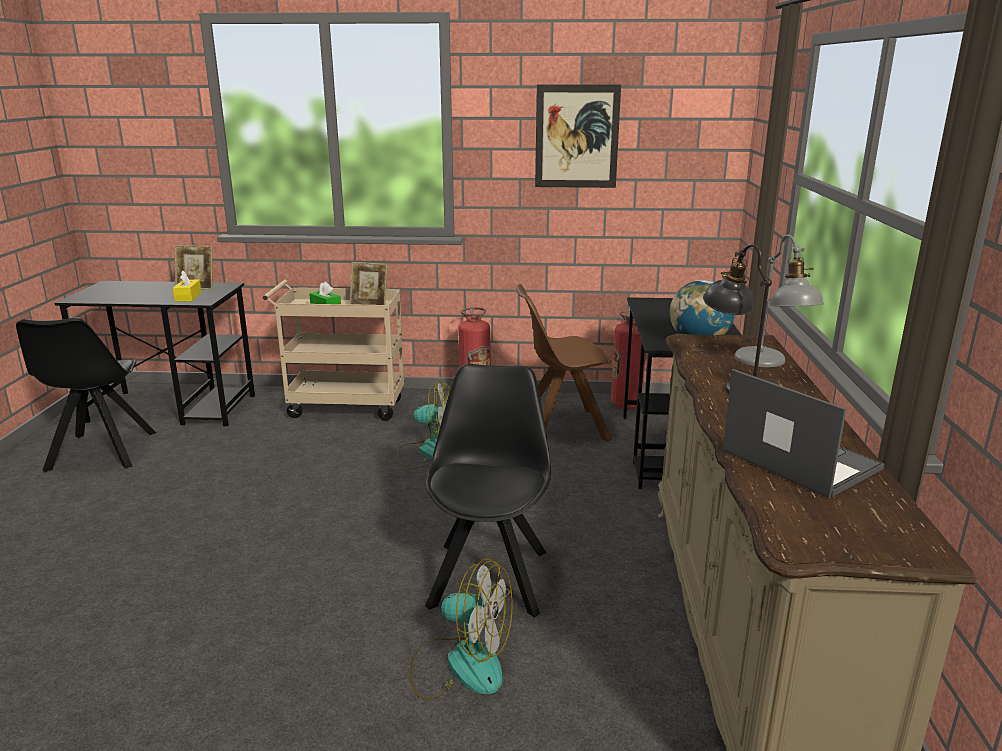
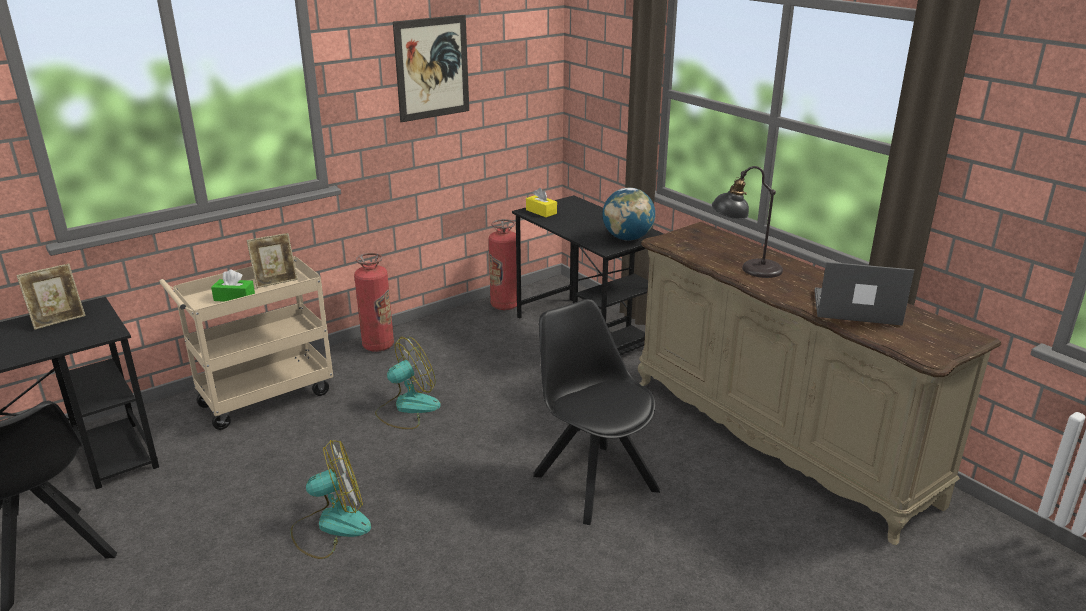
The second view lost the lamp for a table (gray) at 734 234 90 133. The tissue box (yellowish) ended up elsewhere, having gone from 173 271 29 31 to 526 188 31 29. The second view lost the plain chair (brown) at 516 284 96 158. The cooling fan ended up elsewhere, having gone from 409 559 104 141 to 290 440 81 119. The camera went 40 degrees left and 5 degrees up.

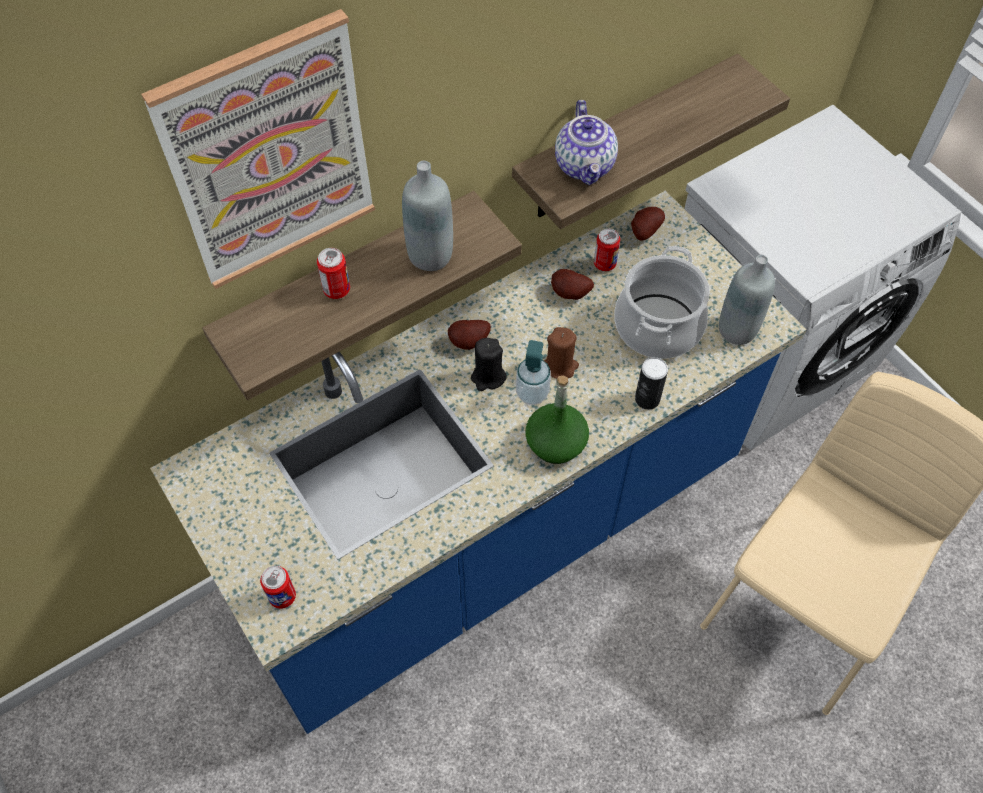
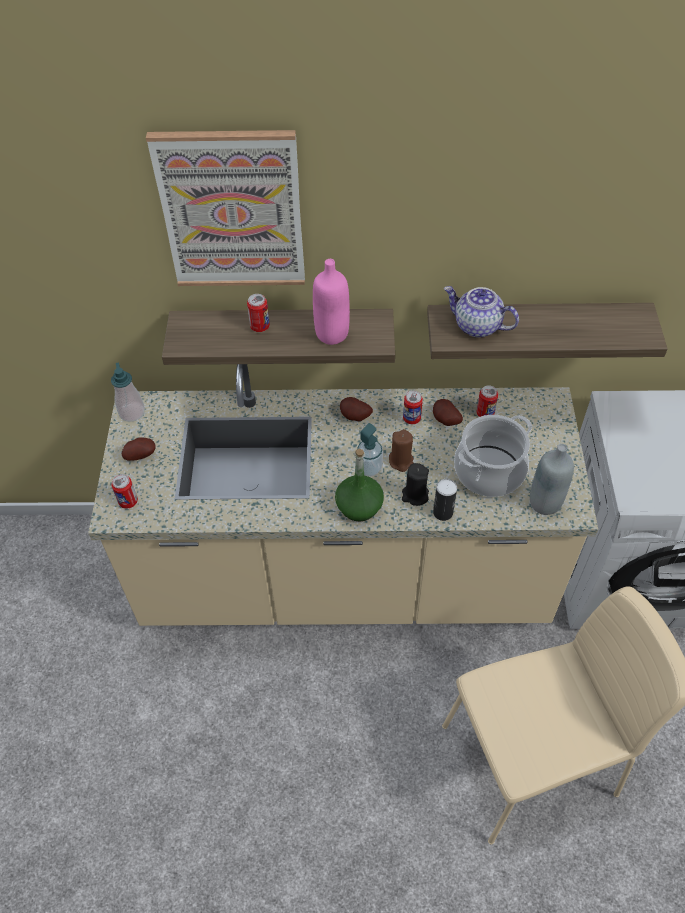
The tea pot at 555 100 63 85 ended up facing another way, 90 degrees clockwise from before. What was the bottle (gray) at 402 161 51 110 turned into the bottle (pinkish) at 313 259 37 86. What was the counter (bluish) at 150 190 657 544 turned into the counter (beige) at 88 364 510 262. The potato ended up elsewhere, having gone from 631 207 34 34 to 122 437 34 24. The wax candle (black-coloured) ended up elsewhere, having gone from 471 338 35 53 to 402 463 27 43. The second view gained the liquid soap bottle at 111 363 34 59. The second view gained the sealed can at 403 391 20 33. The camera went 35 degrees right and 5 degrees down.

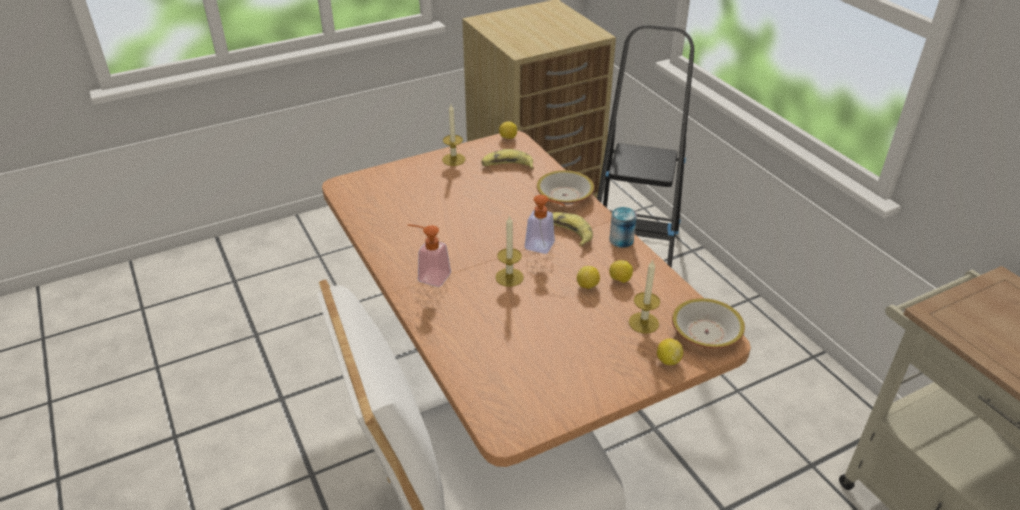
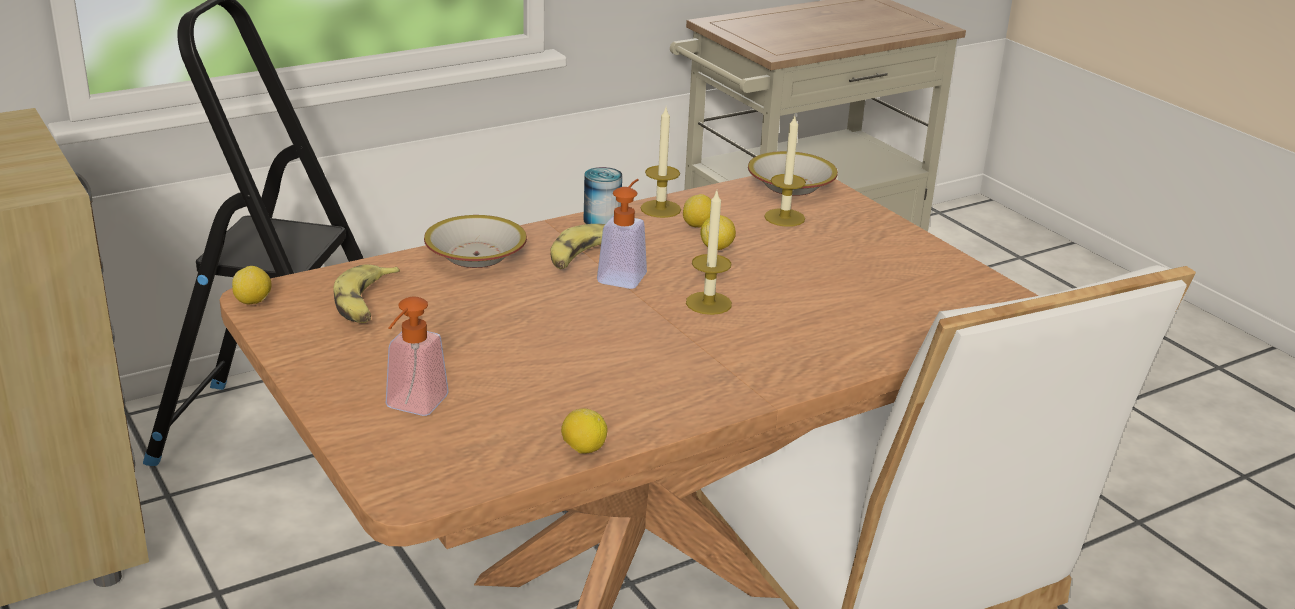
The wax candle ended up elsewhere, having gone from 442 104 23 62 to 641 108 40 110. The liquid soap bottle ended up elsewhere, having gone from 408 224 43 63 to 386 296 63 120. The lemon ended up elsewhere, having gone from 657 338 26 27 to 561 408 46 46. The camera went 95 degrees left and 10 degrees down.

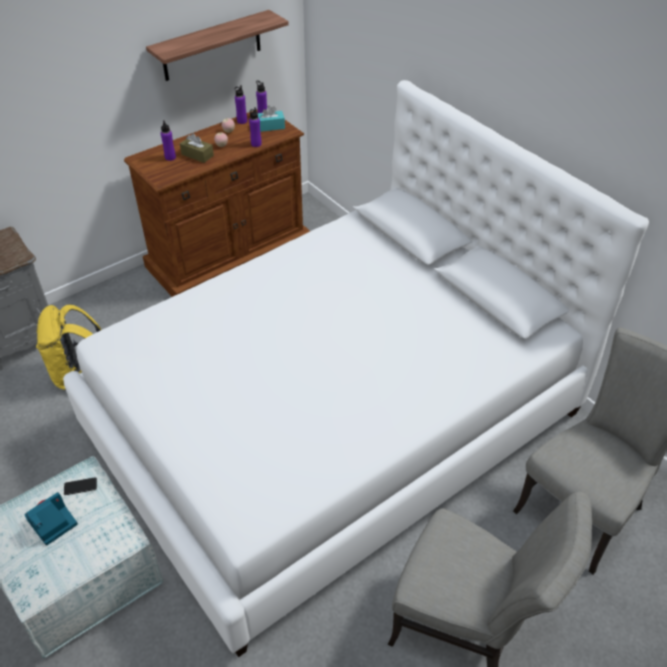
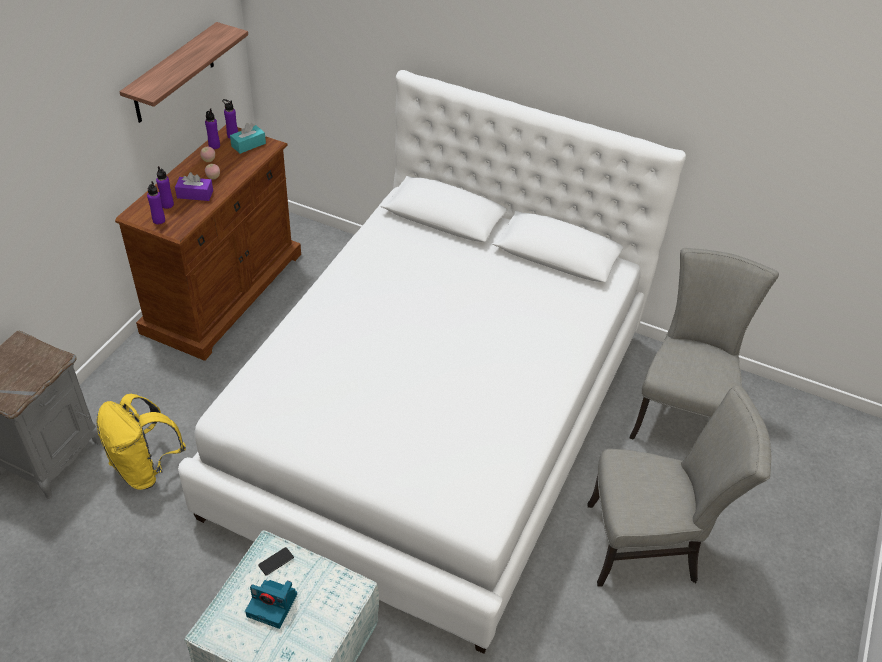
The bottle (purple) ended up elsewhere, having gone from 249 107 13 40 to 147 181 18 43. What was the tissue box (brown) at 180 133 34 30 turned into the tissue box (purple) at 175 172 38 29. The photo camera at 25 492 53 54 ended up facing another way, 90 degrees counterclockwise from before. The camera went 30 degrees left and 0 degrees up.

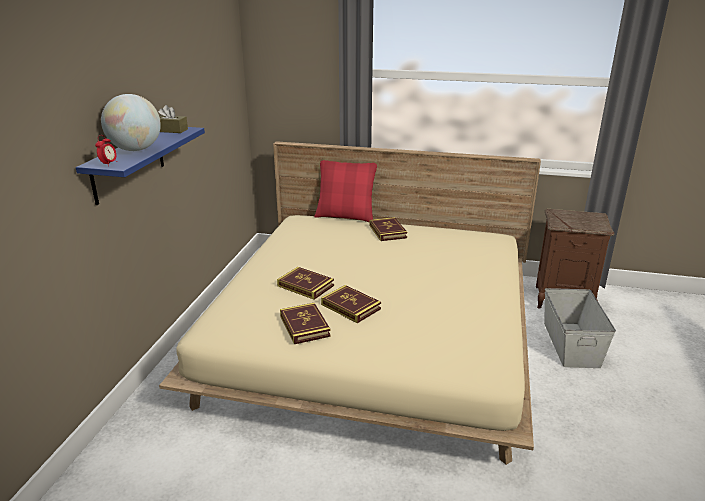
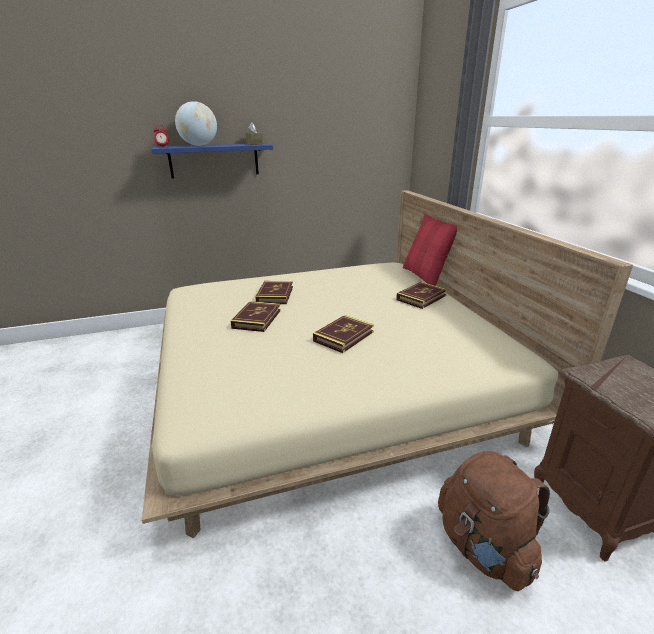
Where the storage bin (gray) stood at 544 288 72 80, the rucksack (brown) came to stand at 438 451 112 140. The book ended up elsewhere, having gone from 280 303 51 41 to 313 315 61 38. The camera went 60 degrees right and 0 degrees up.

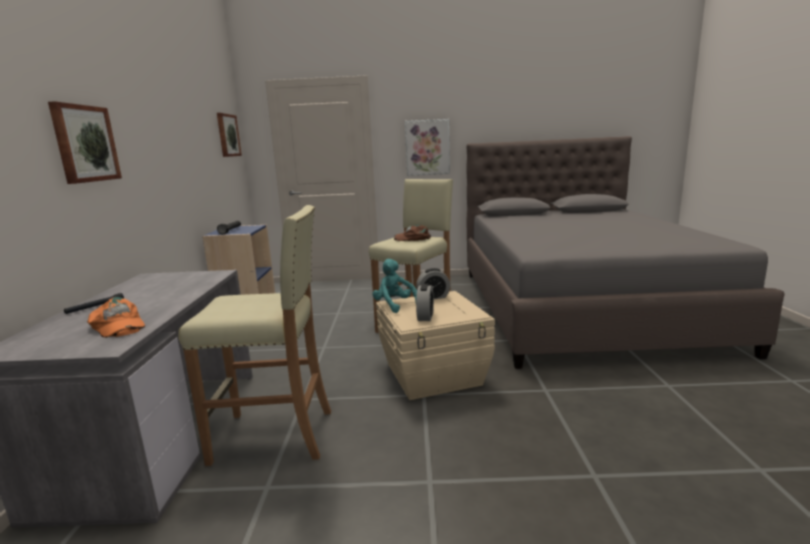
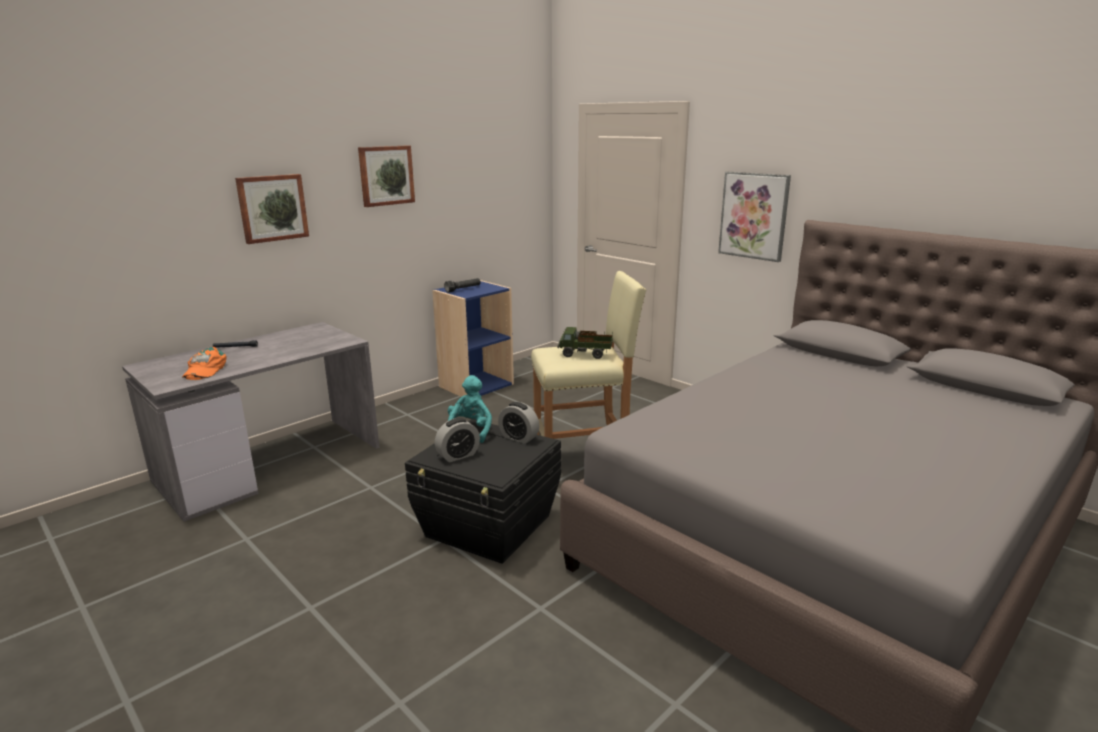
The picture ended up elsewhere, having gone from 217 113 25 44 to 358 145 57 62. The second view lost the stool (beige) at 178 205 153 261. Where the cap (brown) stood at 394 225 37 16, the toy lorry came to stand at 557 327 56 32. What was the storage bin (beige) at 376 291 119 109 turned into the storage bin (black-coloured) at 405 419 156 145. The camera went 45 degrees right and 5 degrees up.

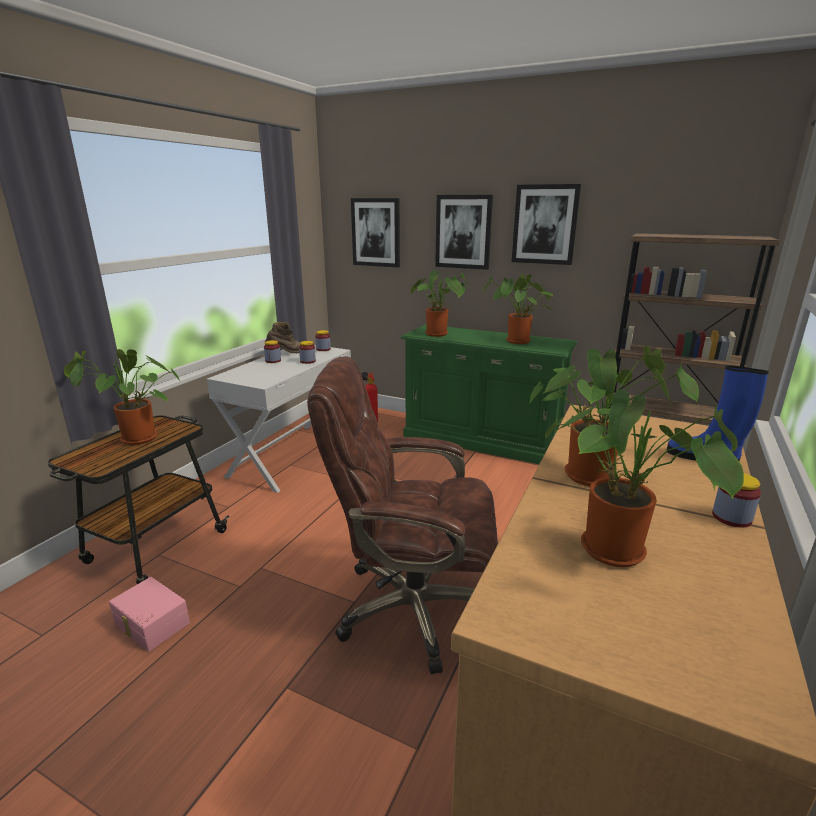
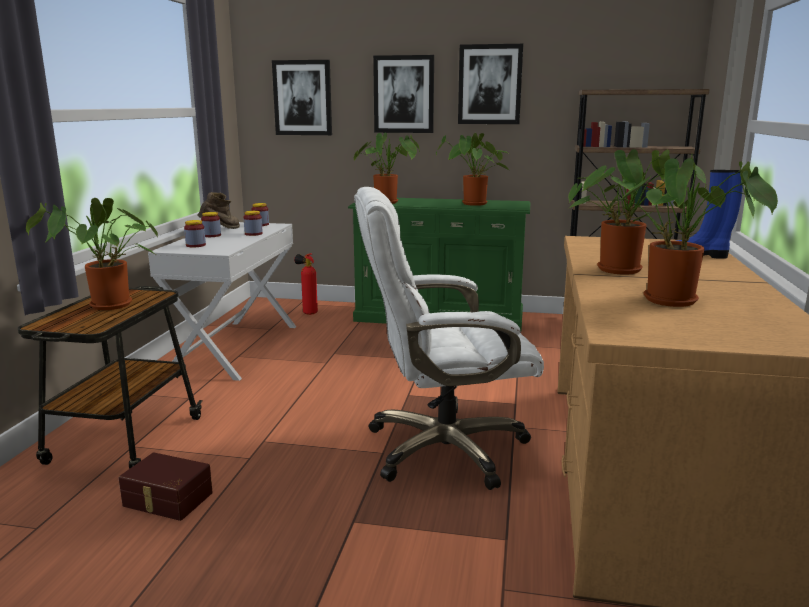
What was the desk chair (brown) at 307 356 191 318 turned into the desk chair (whitish) at 354 187 190 303. The jar ended up elsewhere, having gone from 712 473 49 55 to 184 220 22 27. What was the storage bin (pinkish) at 109 577 81 75 turned into the storage bin (brown) at 118 452 95 69. The camera went 15 degrees left and 5 degrees down.

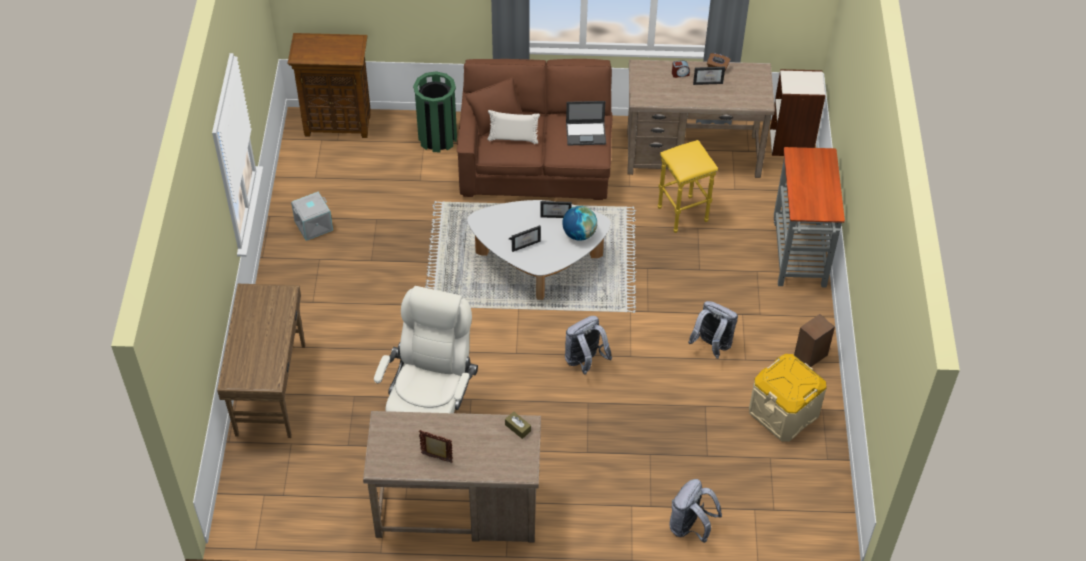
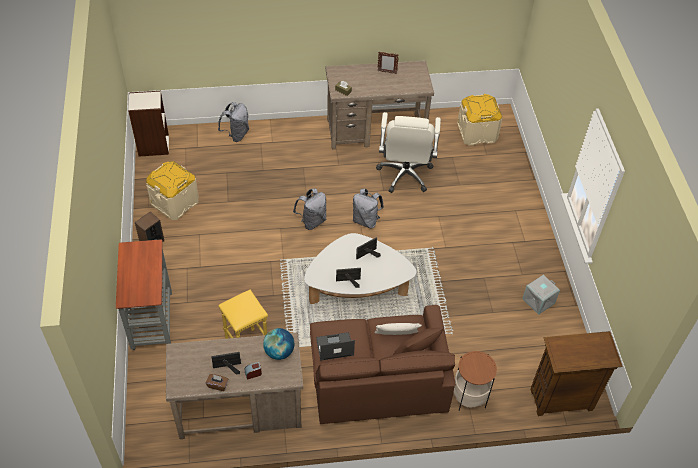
The bookshelf ended up elsewhere, having gone from 770 69 55 87 to 128 91 41 66. Where the rubbish bin (green) stood at 413 71 44 81, the end table came to stand at 453 351 44 60. The world globe ended up elsewhere, having gone from 562 206 35 35 to 263 328 31 32. The second view lost the hall table (brown) at 217 284 88 154. The rucksack (gray) ended up elsewhere, having gone from 688 301 50 58 to 353 189 31 40. The second view gained the storage bin (beige) at 457 94 45 52. The camera went 170 degrees right and 0 degrees up.

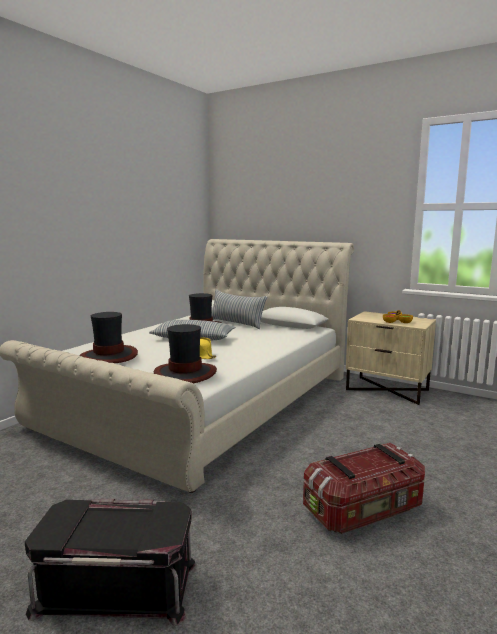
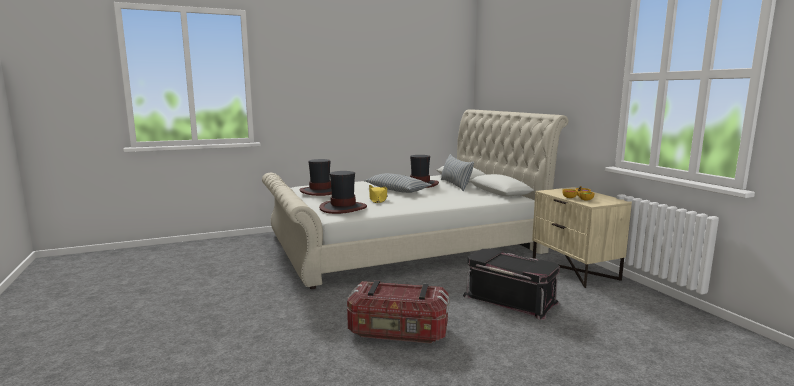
The storage bin (black-coloured) ended up elsewhere, having gone from 25 499 172 127 to 463 249 97 71. The camera went 35 degrees right and 0 degrees up.

